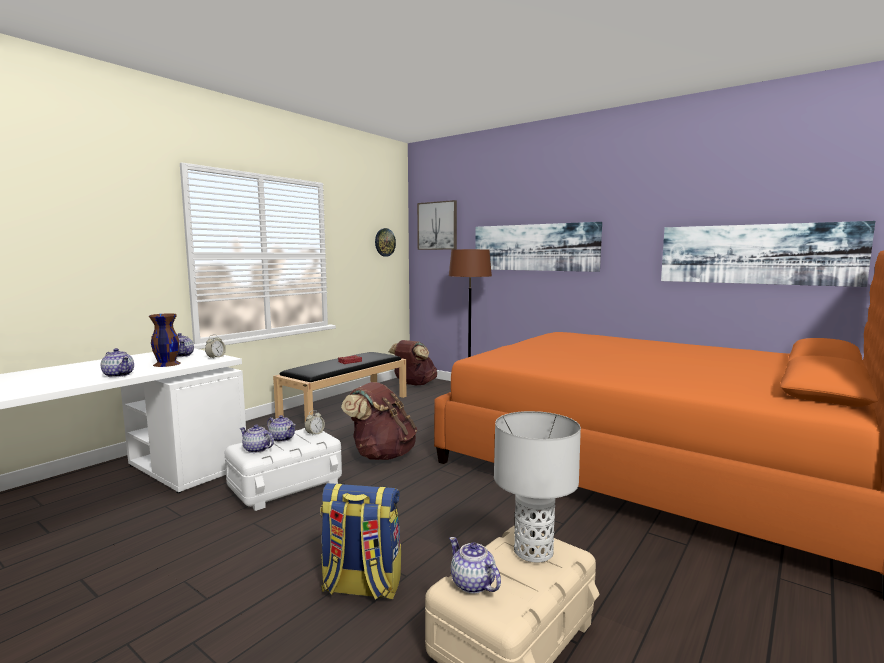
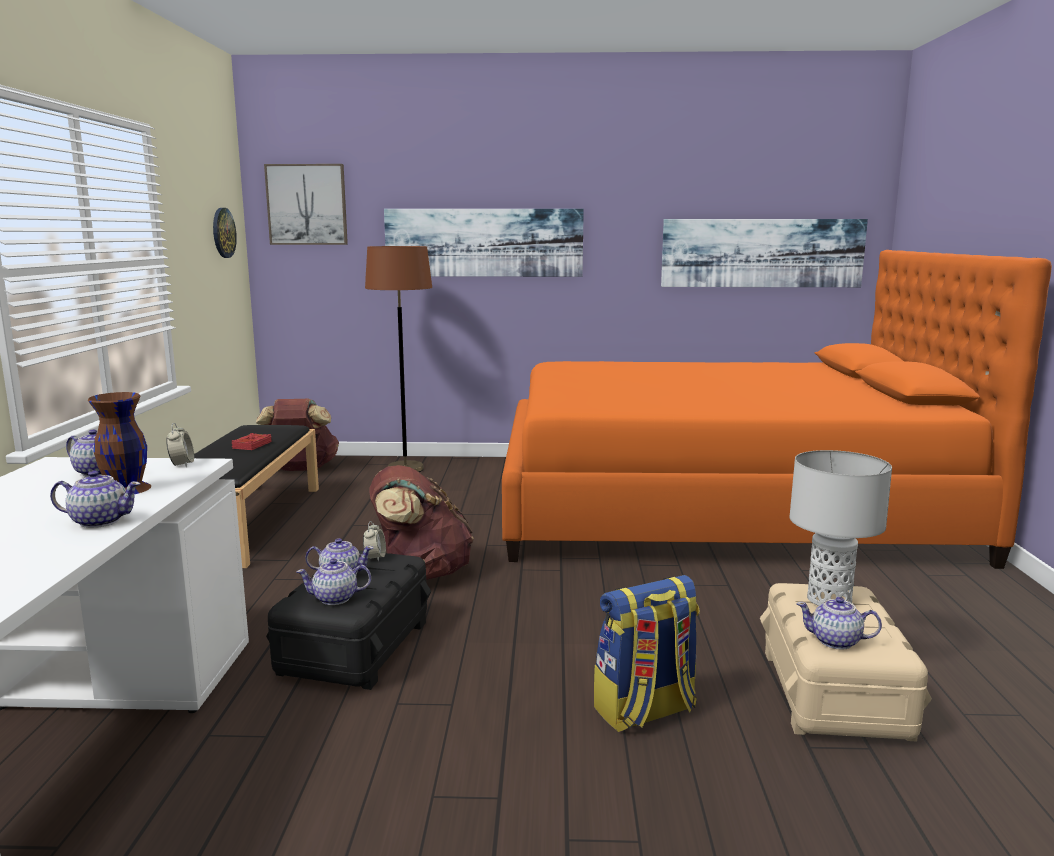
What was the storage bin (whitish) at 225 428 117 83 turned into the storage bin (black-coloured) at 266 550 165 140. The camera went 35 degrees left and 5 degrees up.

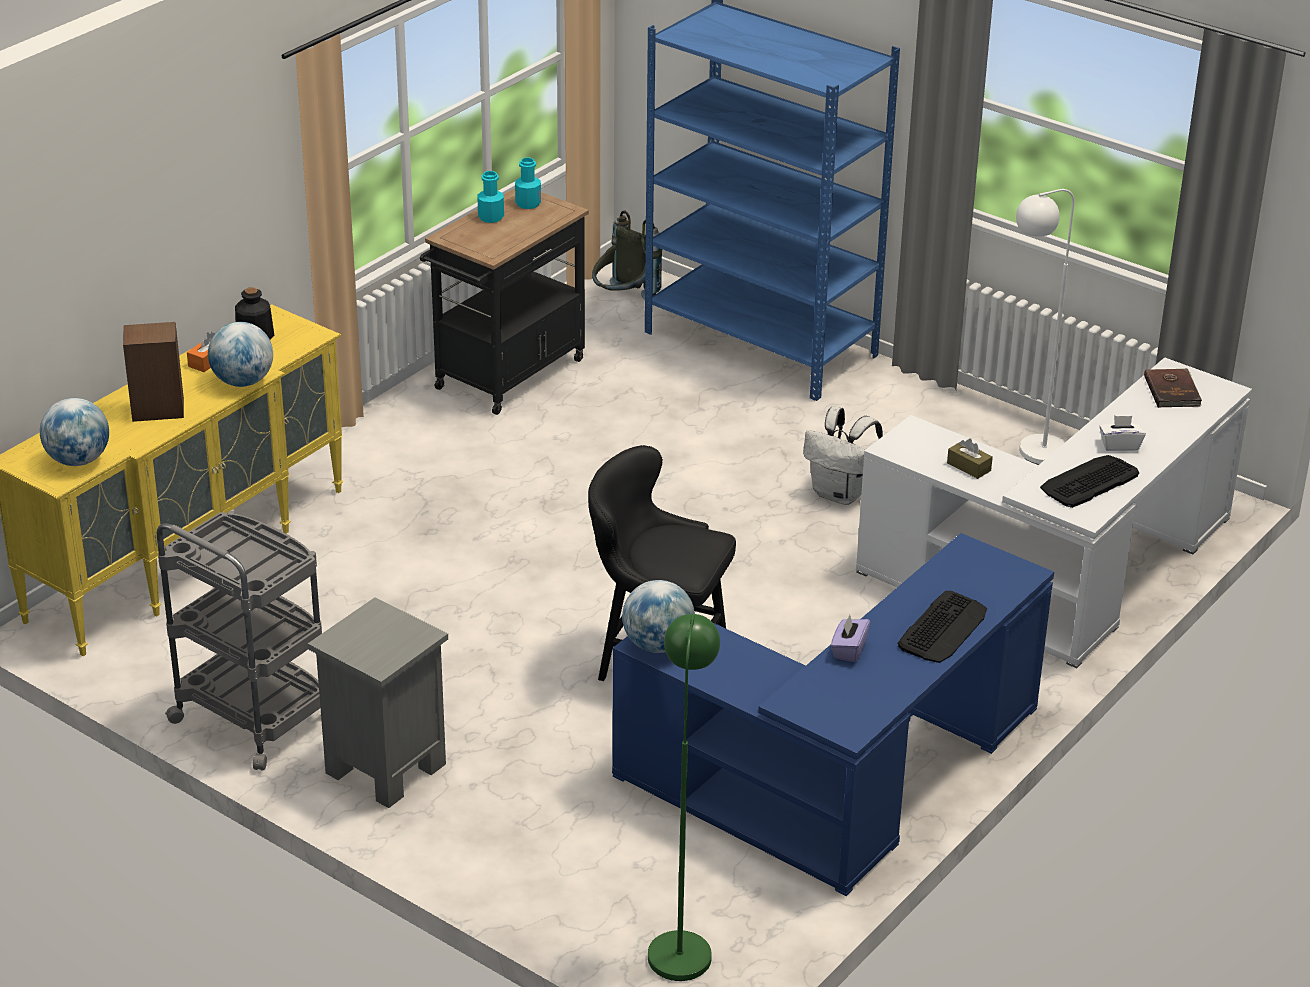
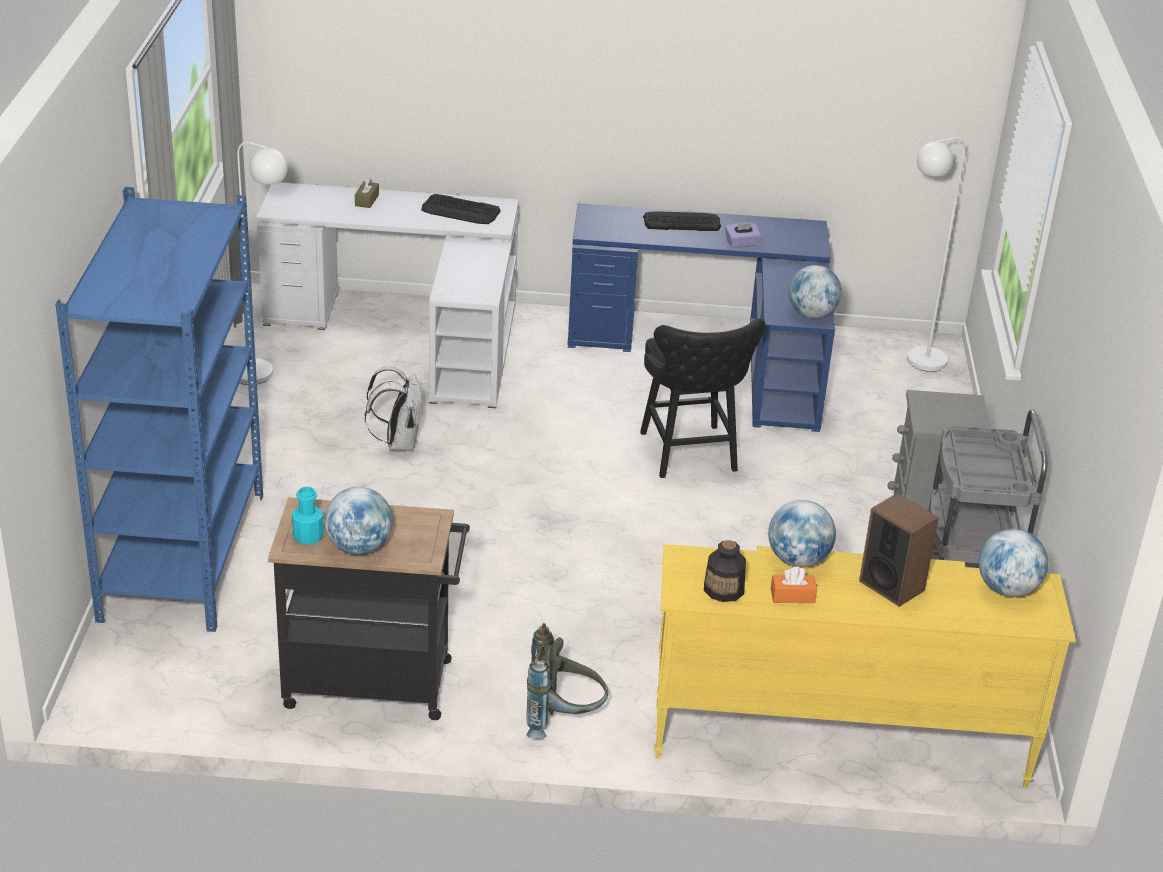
Where the bottle (turquoise-coloured) stood at 477 171 27 52, the world globe came to stand at 324 487 69 68. The rucksack (gray) ended up elsewhere, having gone from 592 211 70 89 to 526 623 82 115. The second view lost the book (brown) at 1144 368 58 40. The second view lost the tissue box (whitish) at 1099 415 47 36. The tissue box (brown) ended up elsewhere, having gone from 947 439 46 40 to 355 177 24 31. What was the standing lamp (green) at 648 614 72 367 turned into the standing lamp (whitish) at 907 138 58 234. The camera went 125 degrees left and 0 degrees up.

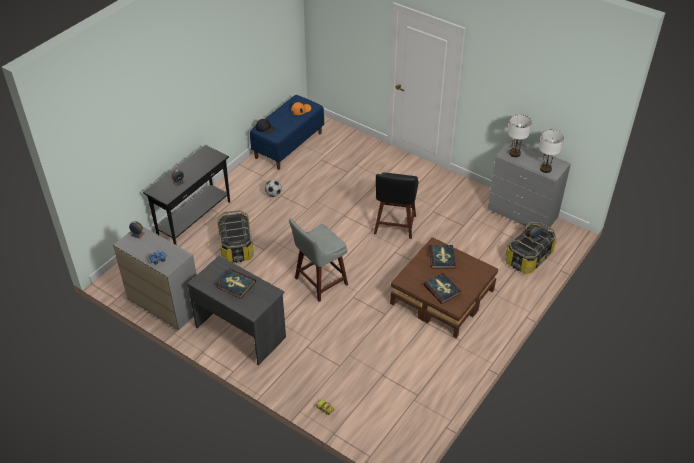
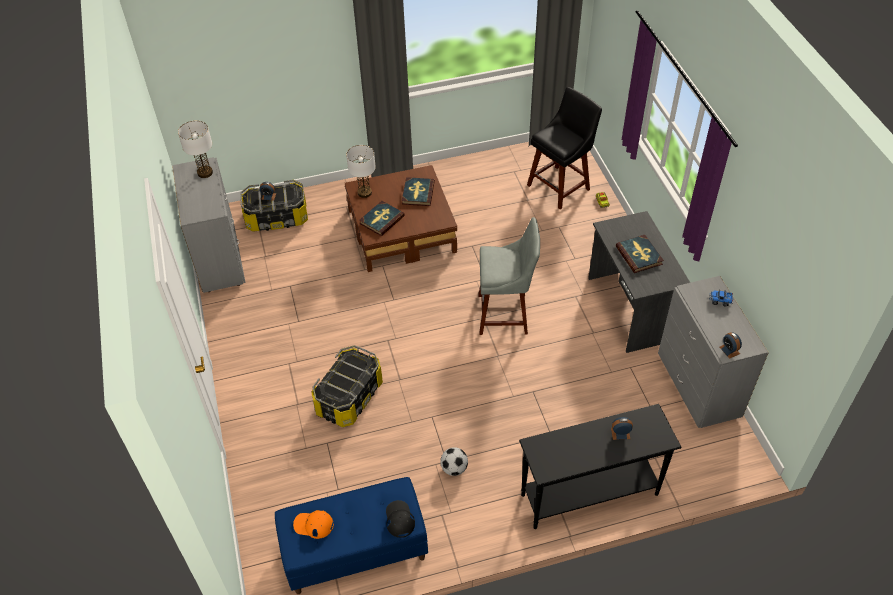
The lamp for a table ended up elsewhere, having gone from 508 114 24 43 to 346 145 30 53. The plain chair (black-coloured) ended up elsewhere, having gone from 374 173 44 66 to 527 87 75 122. The storage bin ended up elsewhere, having gone from 217 210 37 53 to 311 345 72 82. The camera went 140 degrees left and 5 degrees up.

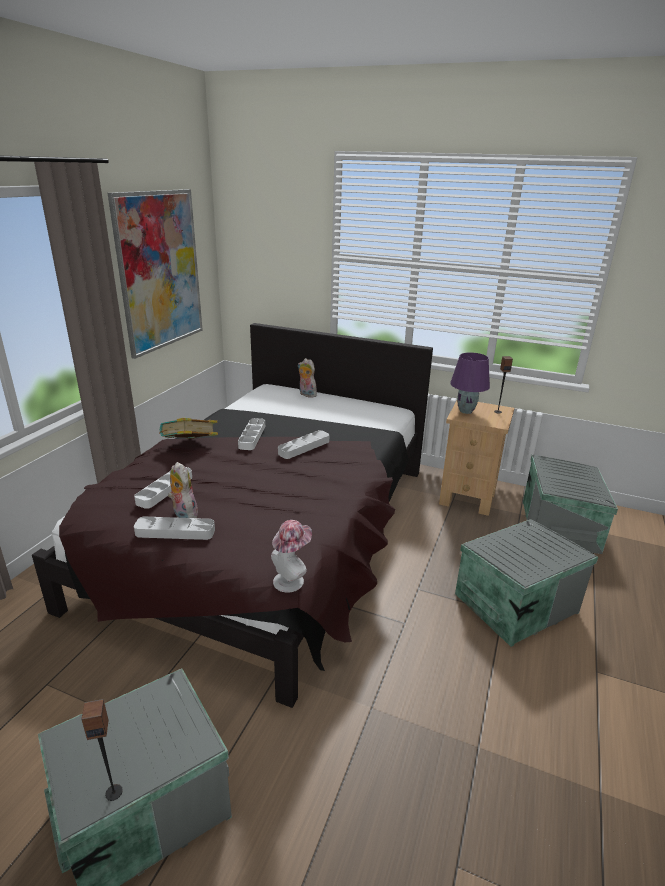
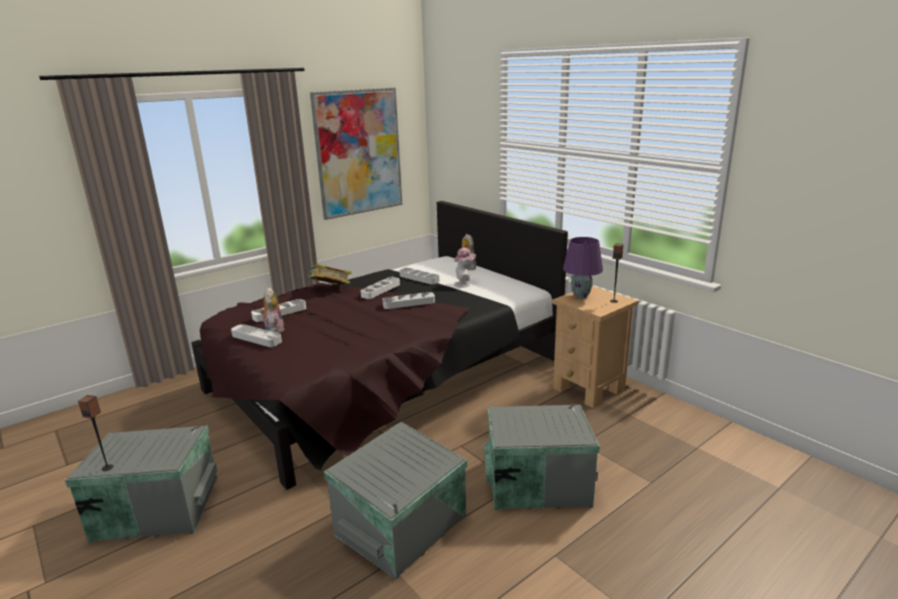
The storage bin (gray) ended up elsewhere, having gone from 523 455 95 99 to 324 422 143 158. The wearable hat ended up elsewhere, having gone from 271 520 41 73 to 454 248 22 40. The second view gained the tray (gray) at 399 268 41 16. The camera went 30 degrees right and 5 degrees down.

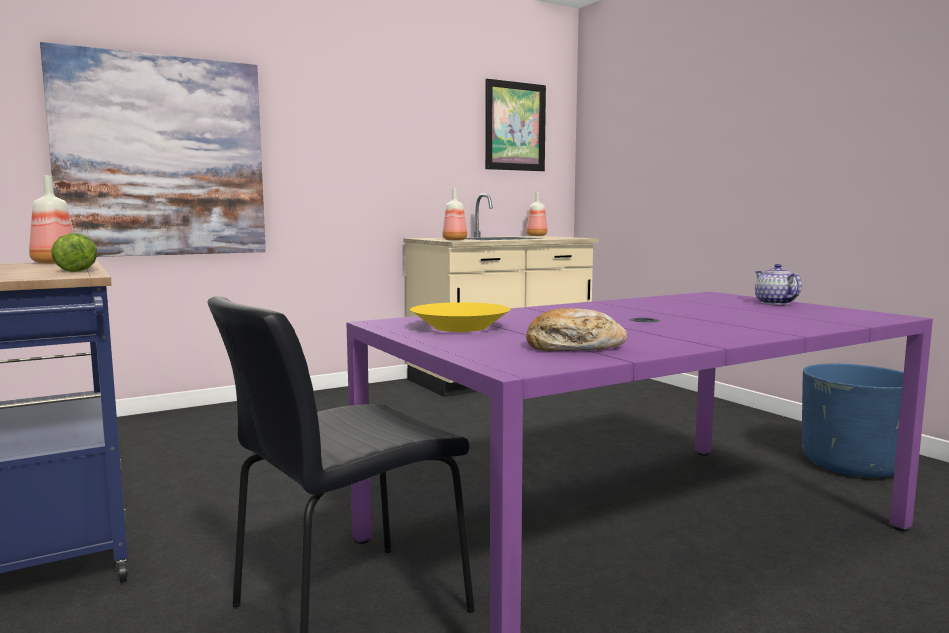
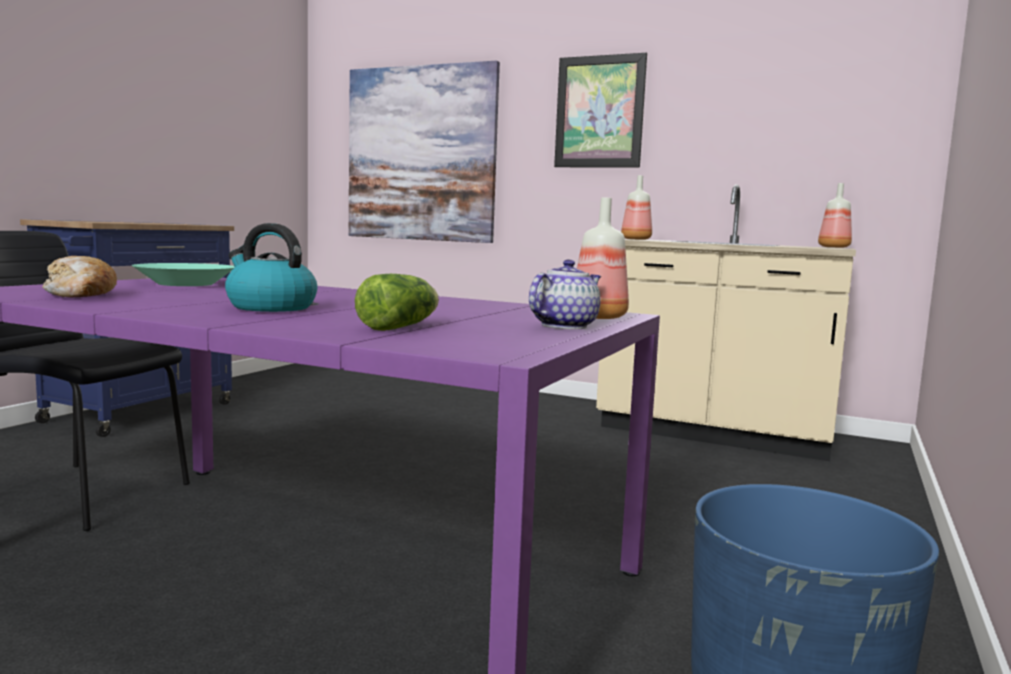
The picture ended up elsewhere, having gone from 485 79 61 92 to 554 53 93 115. The bottle ended up elsewhere, having gone from 29 176 45 88 to 577 198 52 121. The head of lettuce ended up elsewhere, having gone from 51 233 46 39 to 355 274 84 57. What was the bowl (yellowish) at 410 302 101 30 turned into the bowl (turquoise-coloured) at 131 263 104 23. The second view gained the tea kettle at 225 223 93 89. The camera went 55 degrees right and 0 degrees up.

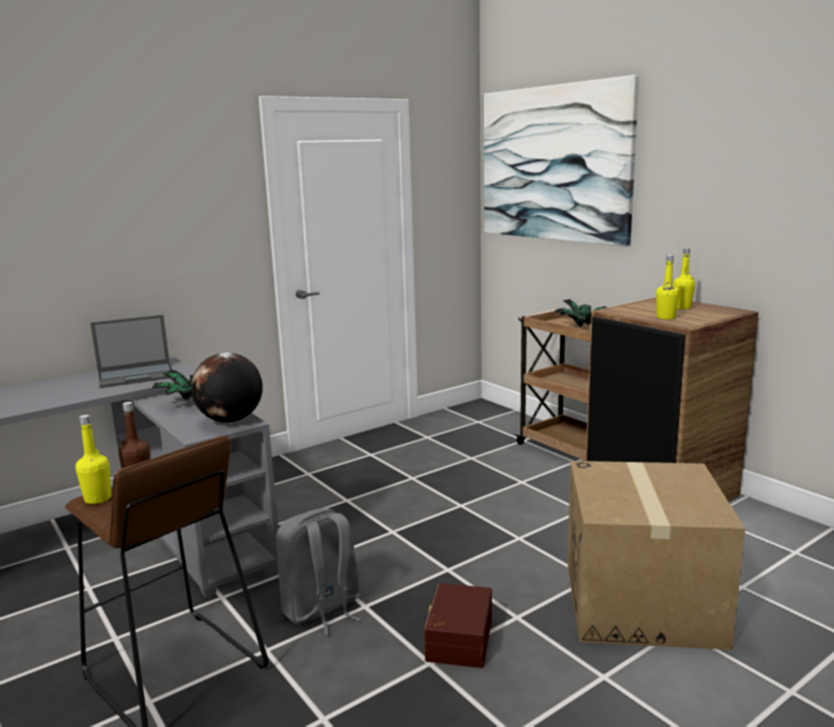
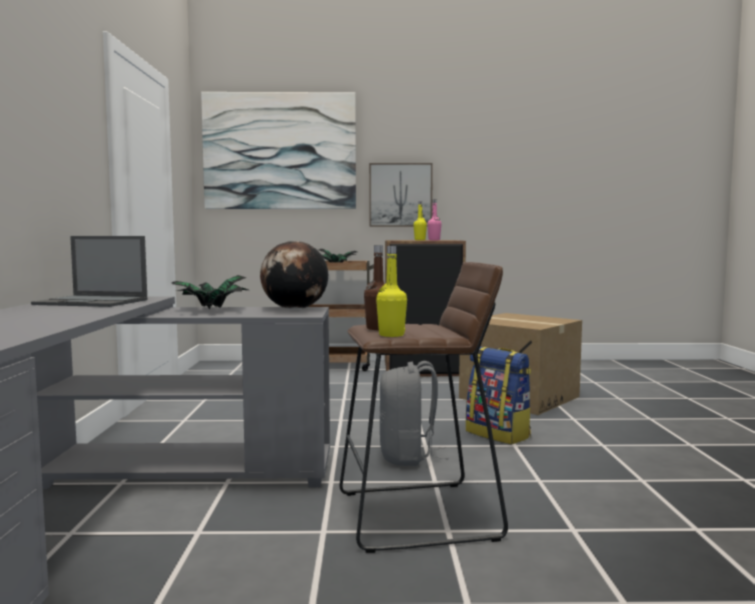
What was the bottle (yellowish) at 656 255 23 65 turned into the bottle (pinkish) at 427 199 14 41. The laptop at 90 315 83 73 ended up facing another way, 90 degrees clockwise from before. Where the storage bin (brown) stood at 424 583 68 85, the rucksack came to stand at 466 347 65 98. The second view gained the picture at 369 163 64 64. The camera went 55 degrees left and 10 degrees down.

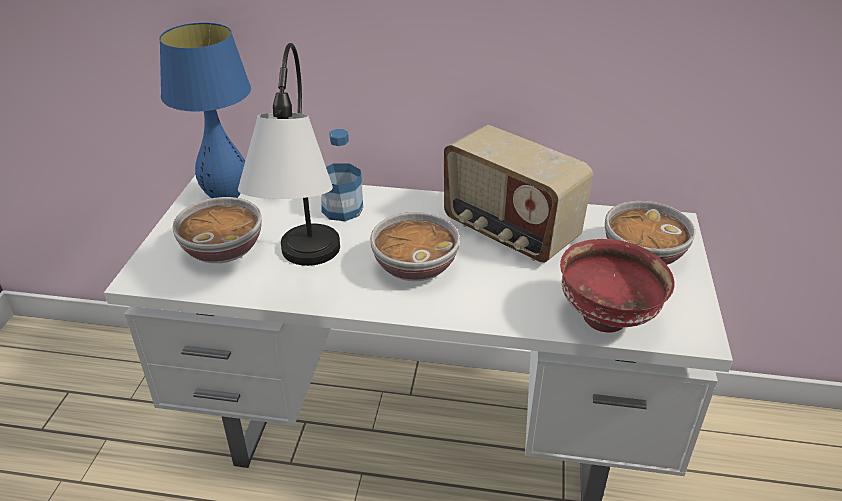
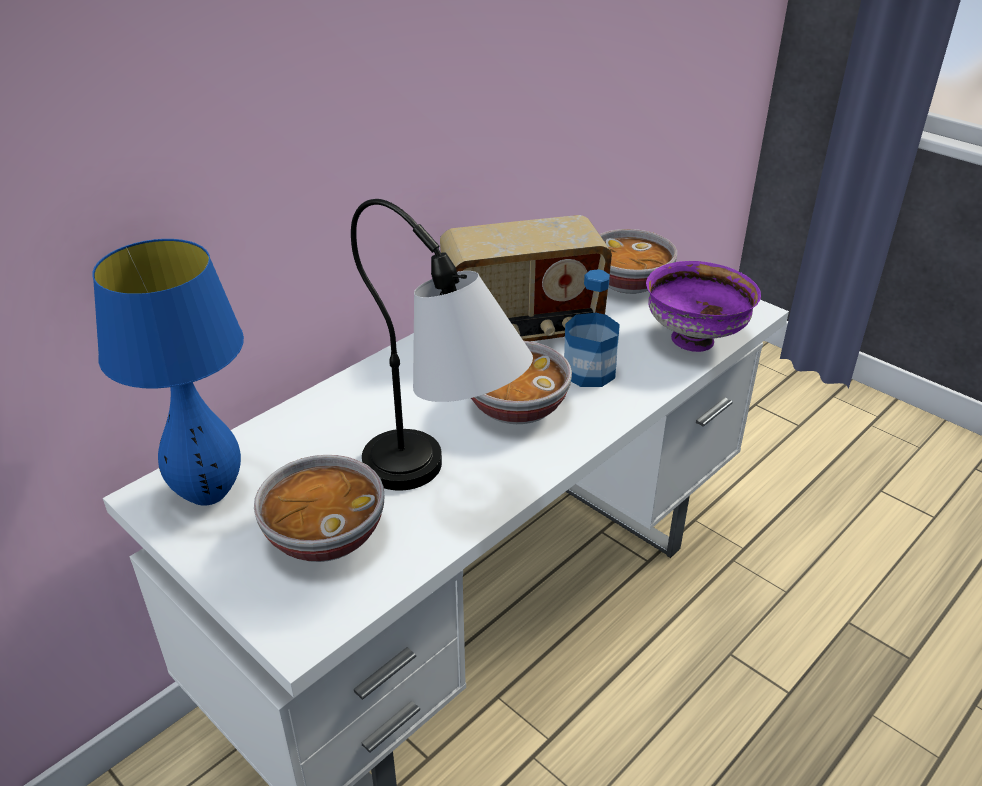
The bottle ended up elsewhere, having gone from 321 129 42 92 to 564 269 56 118. What was the bowl (red-coloured) at 560 239 115 94 turned into the bowl (purple) at 646 261 115 91. The camera went 55 degrees left and 0 degrees up.

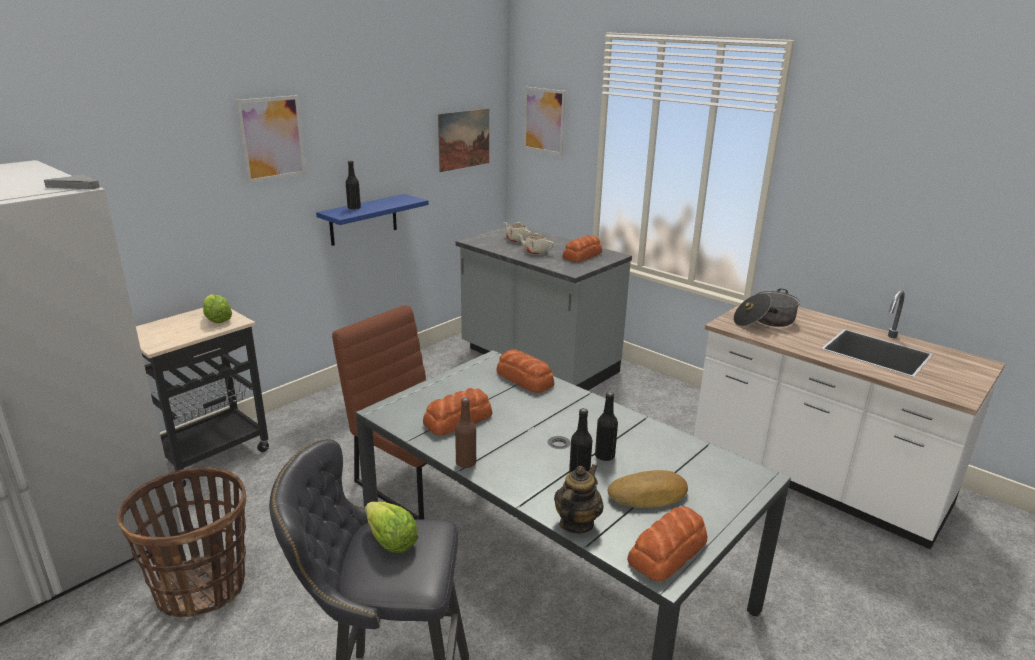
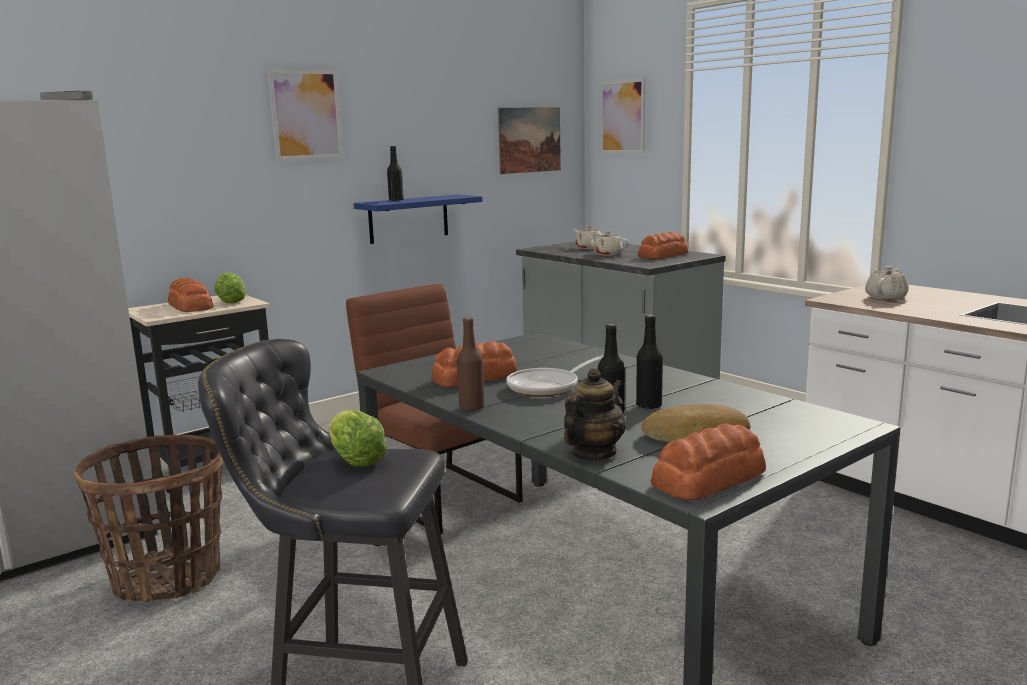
Where the cooking pot stood at 733 288 67 39, the tea pot (beige) came to stand at 865 266 44 34. The baked bread ended up elsewhere, having gone from 496 349 58 44 to 168 278 46 34. The second view gained the skillet at 506 355 98 41. The camera went 10 degrees right and 10 degrees down.

